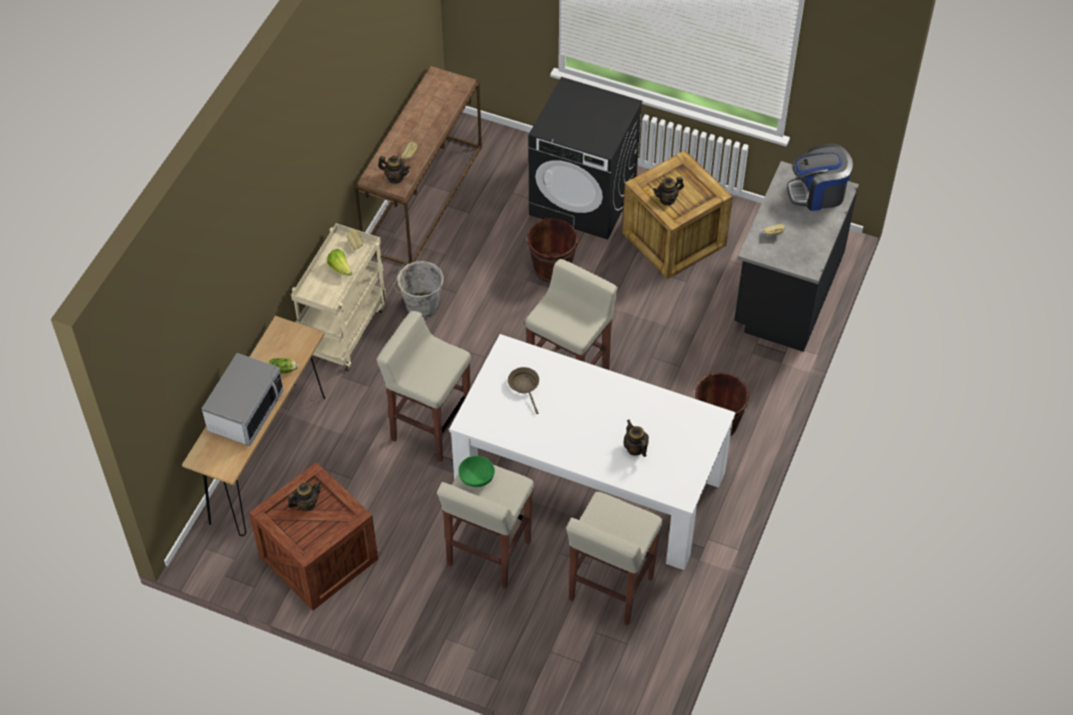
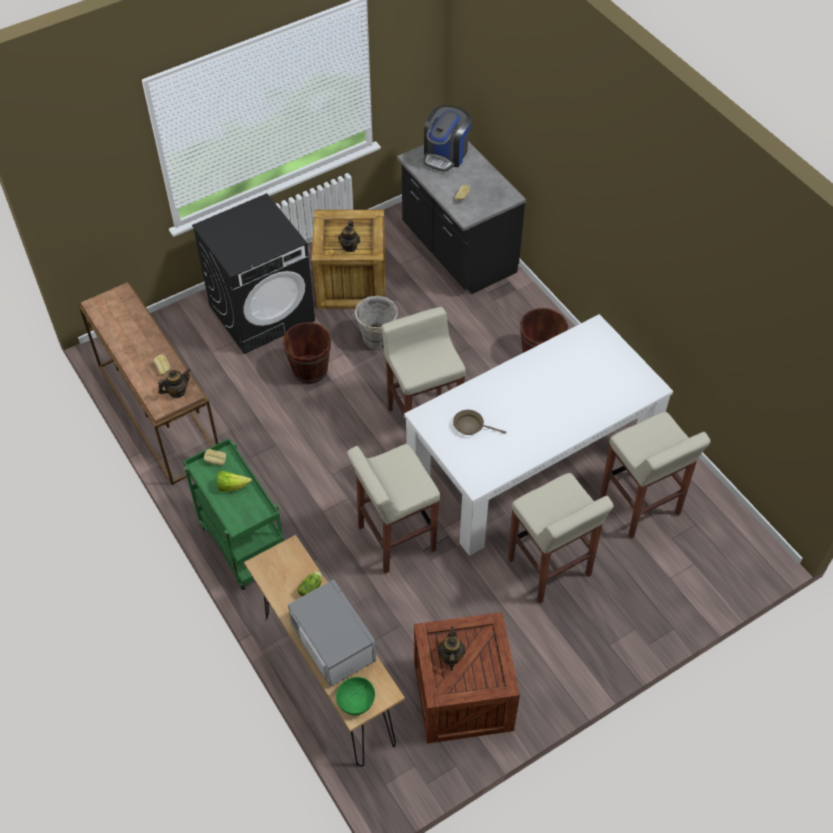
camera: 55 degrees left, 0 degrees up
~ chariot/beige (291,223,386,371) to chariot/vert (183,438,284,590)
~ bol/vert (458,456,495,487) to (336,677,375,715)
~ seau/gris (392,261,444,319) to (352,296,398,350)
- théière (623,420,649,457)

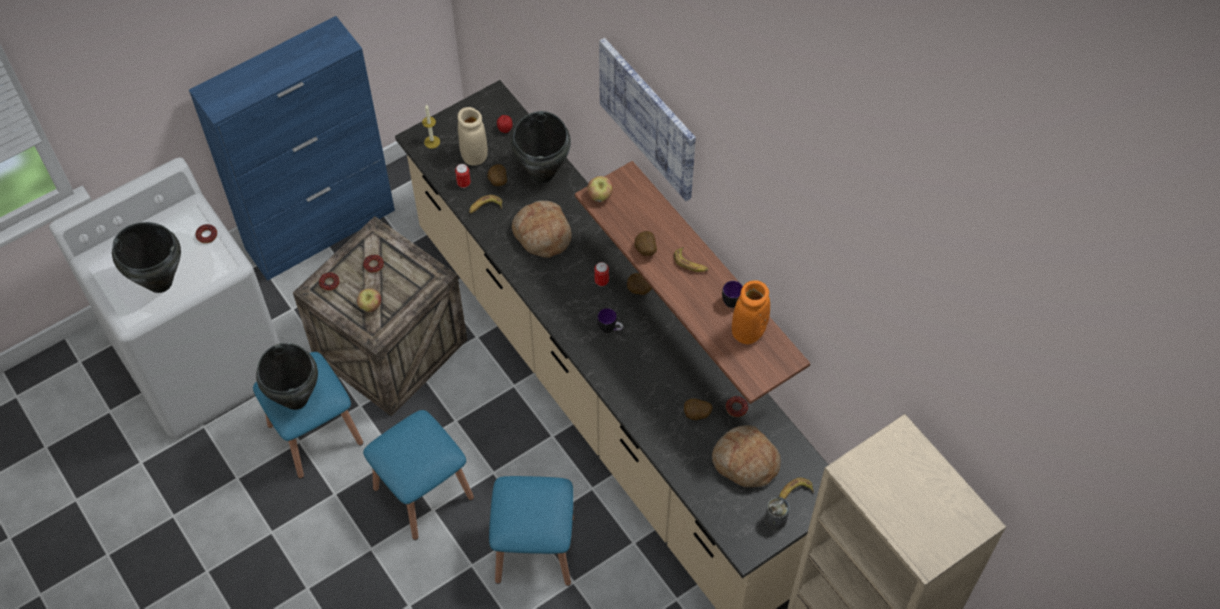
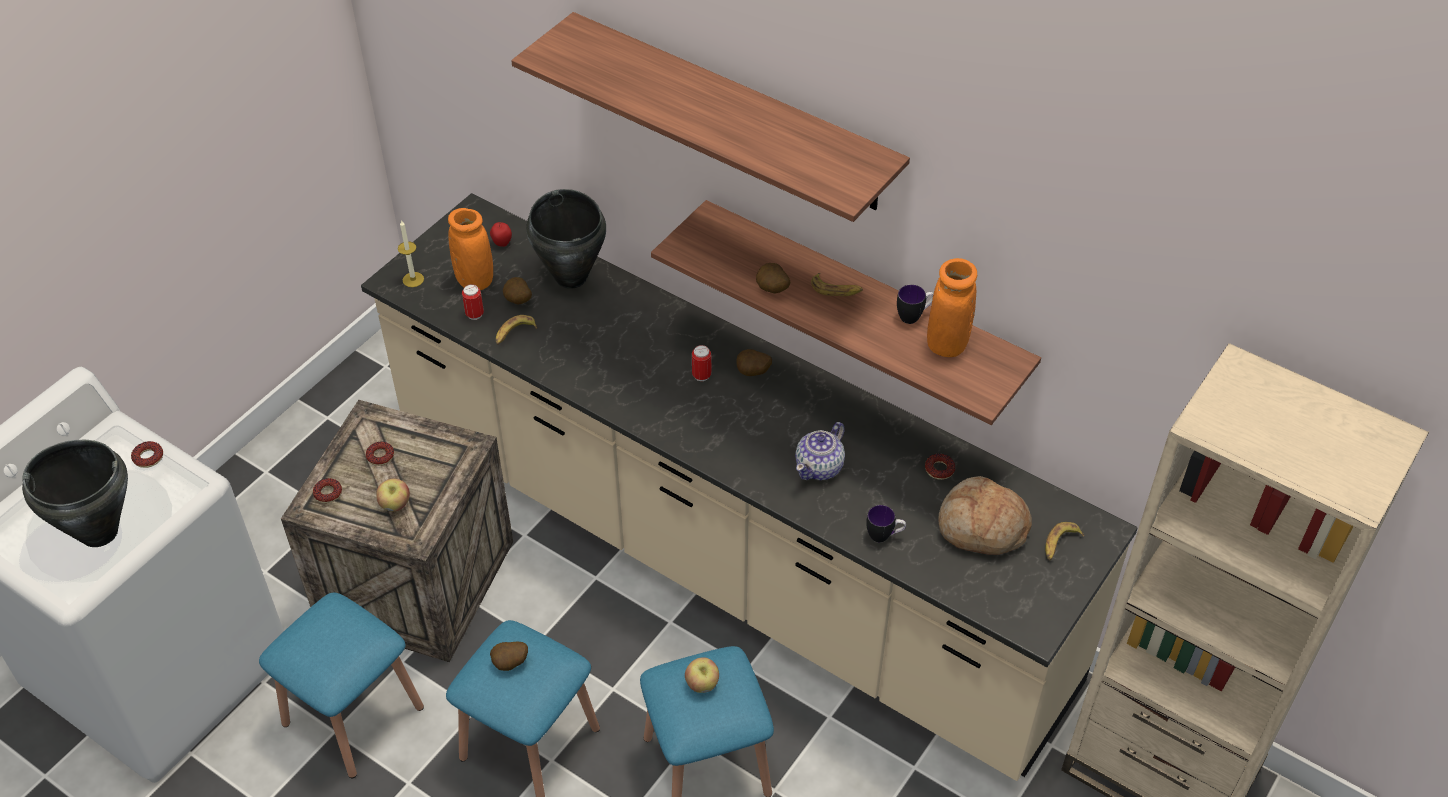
camera: 20 degrees left, 10 degrees down
~ vase/beige (457,107,488,166) to vase/orange (448,208,493,290)
~ pomme de terre (684,398,713,420) to (490,642,528,671)
~ tableau (599,38,696,201) to étagère (511,12,910,222)
~ pomme (588,176,613,202) to (685,657,719,693)
+ théière (795,422,845,480)
~ mug (597,308,623,333) to (866,505,906,543)
- meuble de rangement/bleu (189,16,395,281)
- marmite/noir (256,343,318,410)
- pain (512,200,572,258)
- boîte métallique (765,497,790,530)

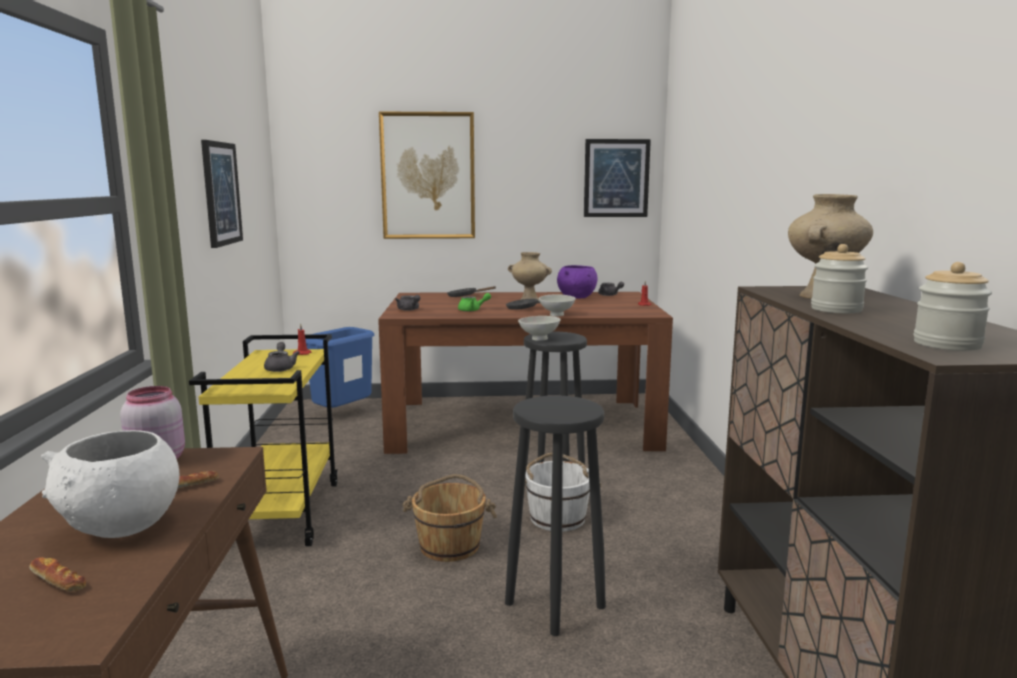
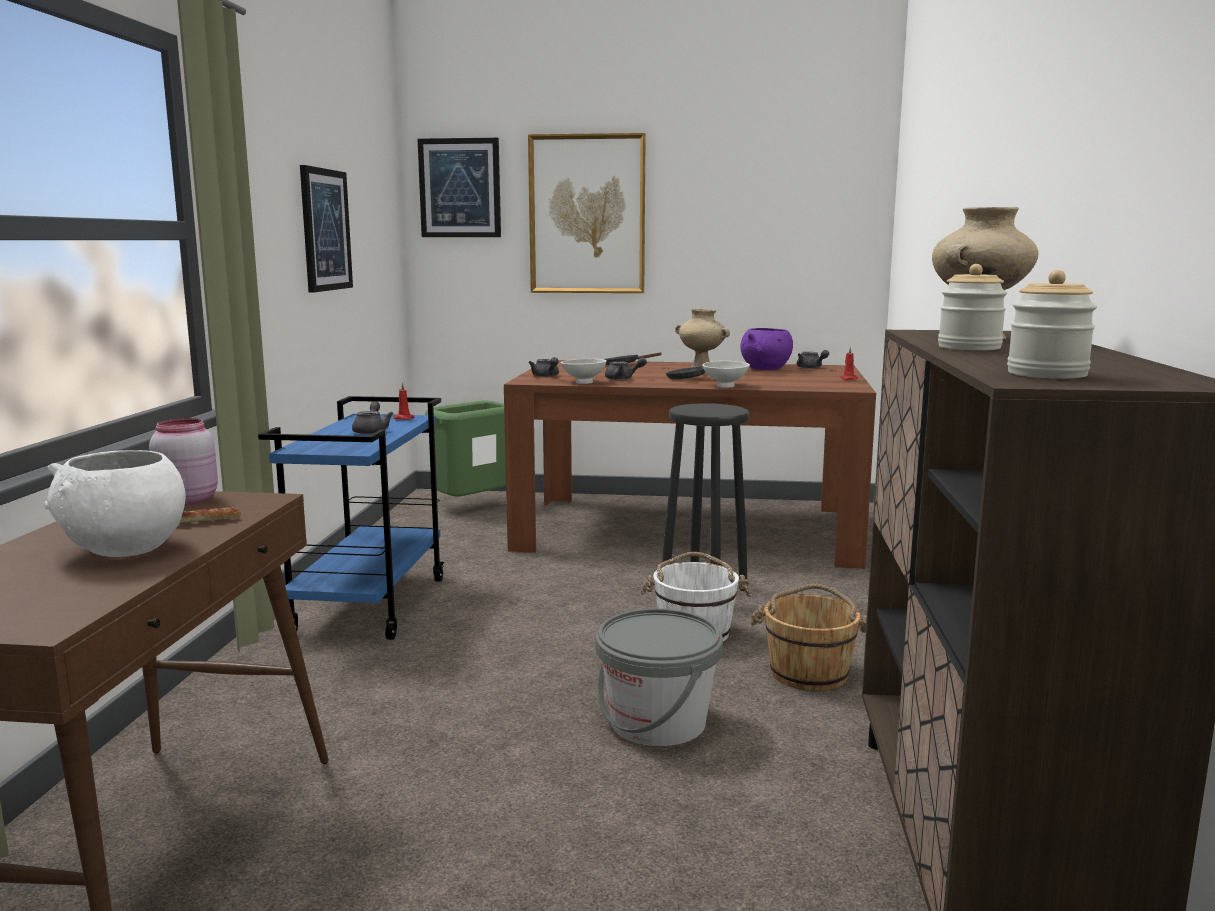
camera: 10 degrees right, 0 degrees up
~ chariot/jaune (189,334,338,546) to chariot/bleu (258,396,444,640)
~ tableau (584,139,651,217) to (418,138,501,237)
~ poubelle/bleu (306,327,375,408) to poubelle/vert (425,400,506,497)
~ bol/blanc (518,316,561,341) to (561,359,607,384)
~ tabouret/noir (505,395,606,636) to seau/gris (596,609,723,746)
~ théière/vert (458,293,491,312) to théière/gris (605,357,647,380)
~ seau/marron (402,474,497,562) to (750,584,867,691)
- pain (29,557,86,592)

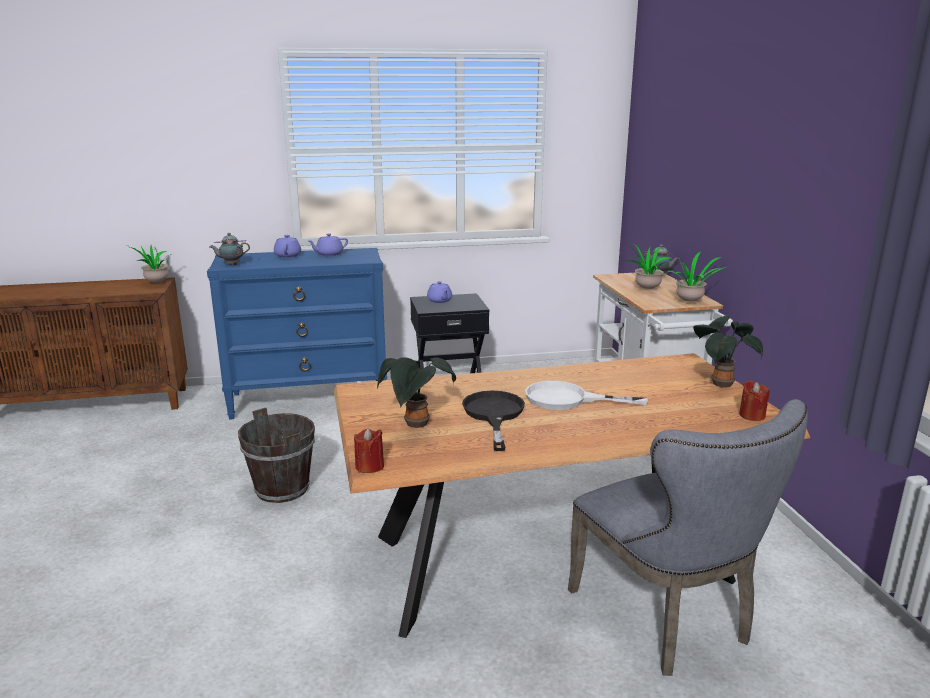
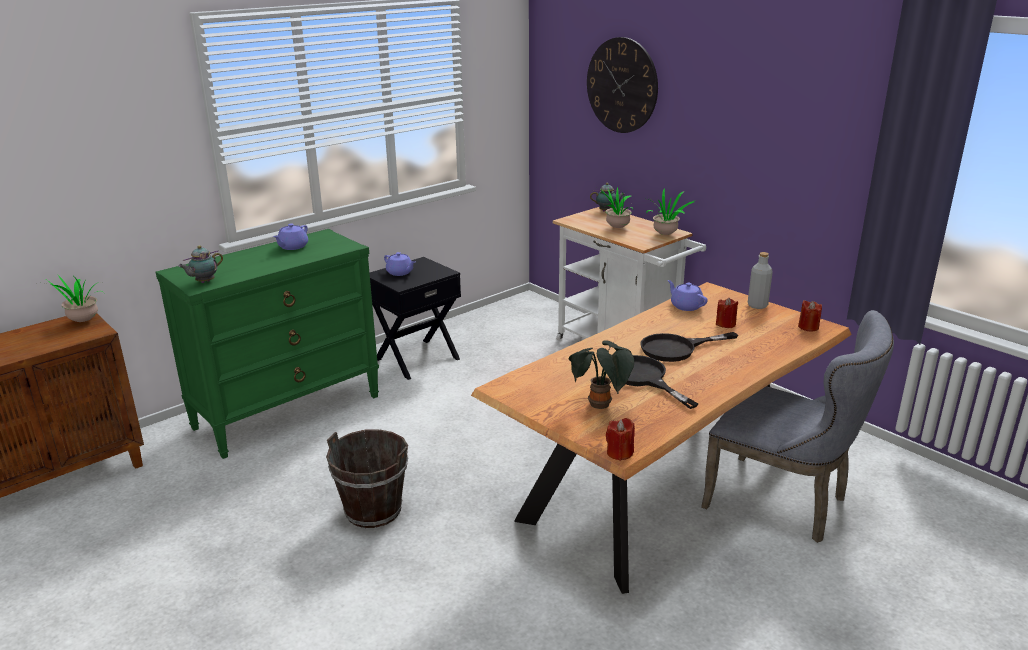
camera: 30 degrees left, 5 degrees up
~ commode/bleu (207,248,387,420) to commode/vert (156,229,379,459)
+ horloge murale (587,37,658,133)
~ poêle/blanc (525,381,648,410) to poêle/noir (641,332,738,362)
~ théière/violet (274,235,301,258) to (668,280,708,311)
+ bougie/rouge (716,297,738,328)
~ plante en pot (693,316,763,388) to bouteille/gris (748,252,773,309)

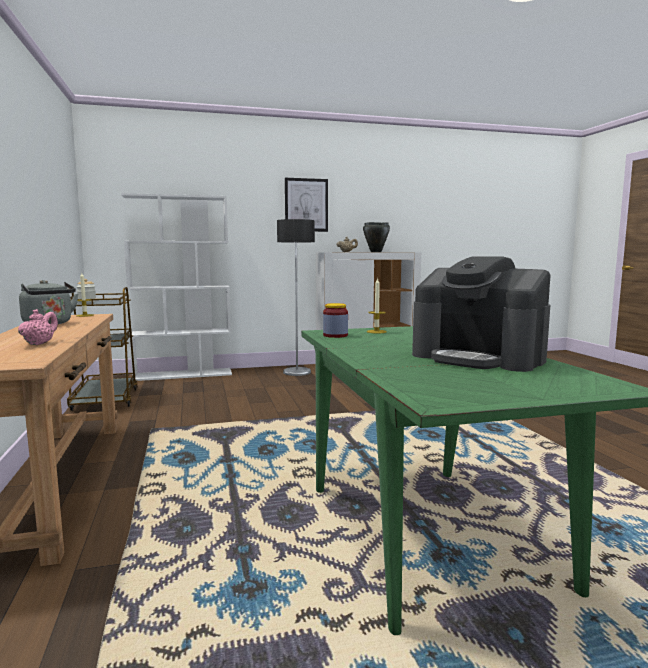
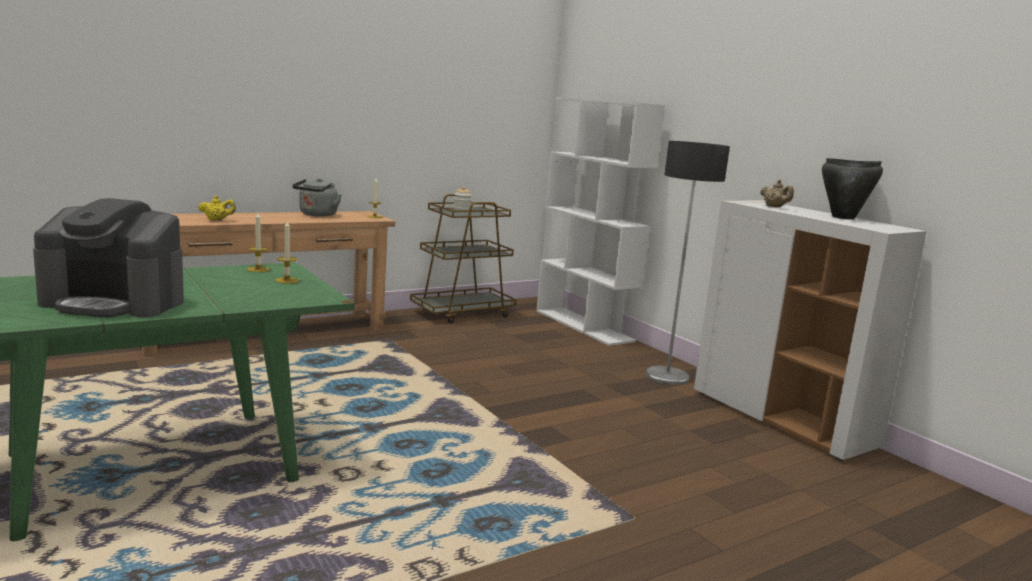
camera: 70 degrees right, 5 degrees up
~ machine à café (412,256,551,372) = (33,198,184,318) 105 degrees counterclockwise
~ théière/rose (18,309,58,345) to théière/jaune (198,196,236,221)
~ bocal (323,303,348,338) to bougie (247,212,270,272)
- tableau (285,178,328,232)

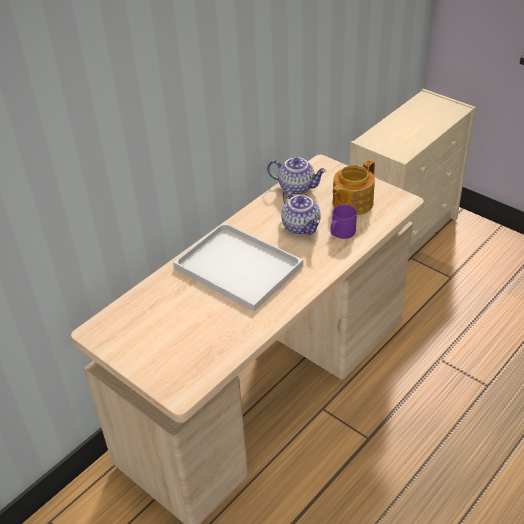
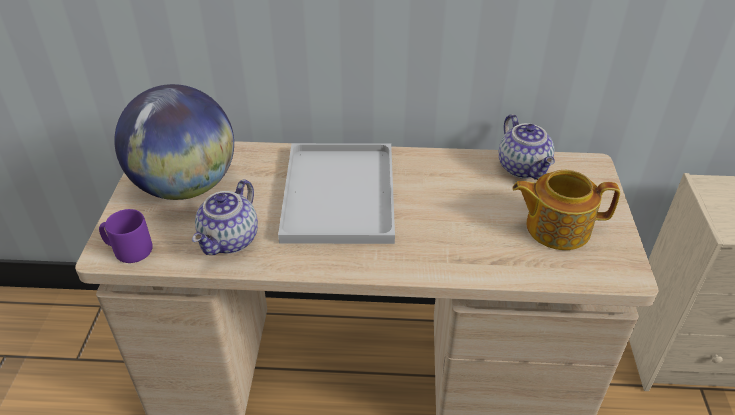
camera: 50 degrees right, 0 degrees up
~ mug/violet (330,204,357,239) to (99,209,153,263)
+ globe (114,84,234,200)
~ théière (281,189,321,235) to (192,179,258,255)

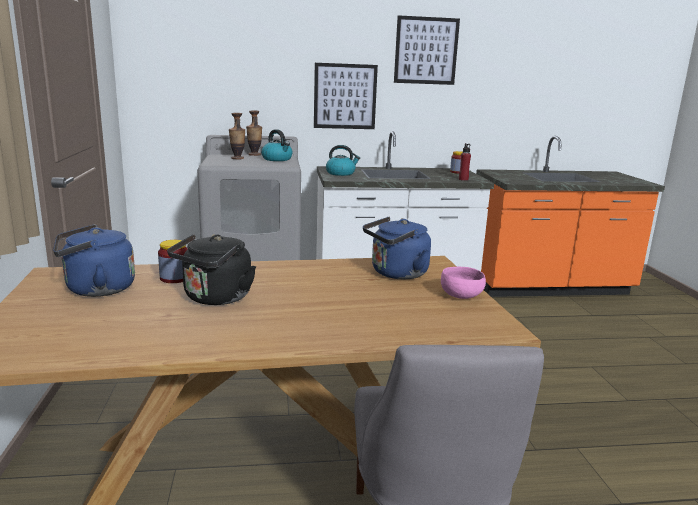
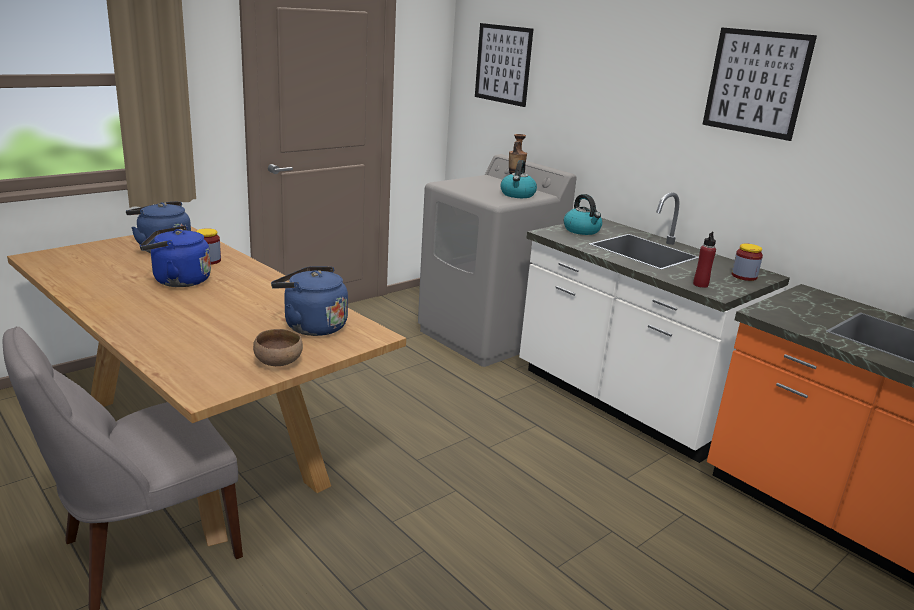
camera: 55 degrees right, 5 degrees up
~ bouilloire/noir (167,234,256,305) to bouilloire/bleu (140,226,211,287)
~ bol/rose (441,267,486,299) to bol/marron (253,329,303,366)
~ tableau (314,63,378,129) to (475,23,533,107)
- vase (229,113,245,159)

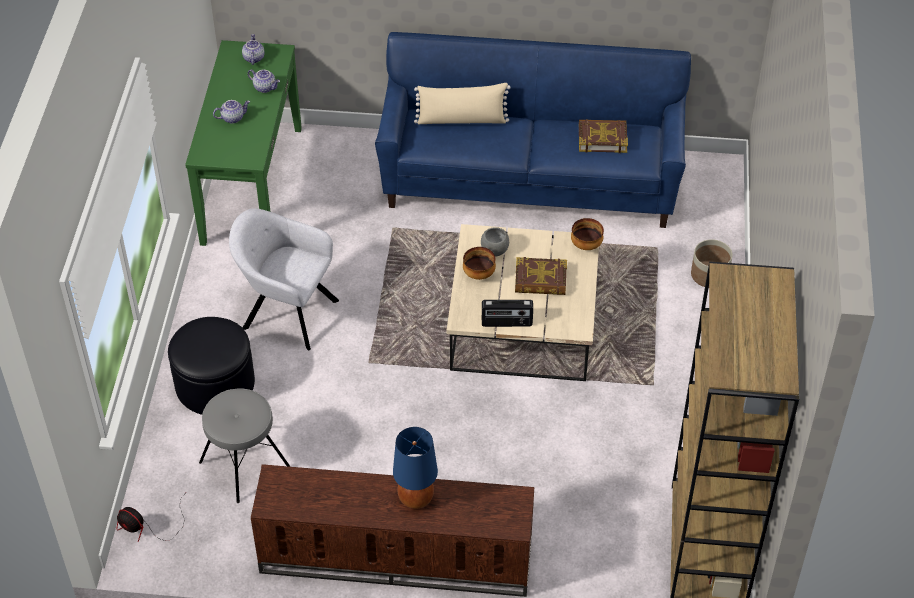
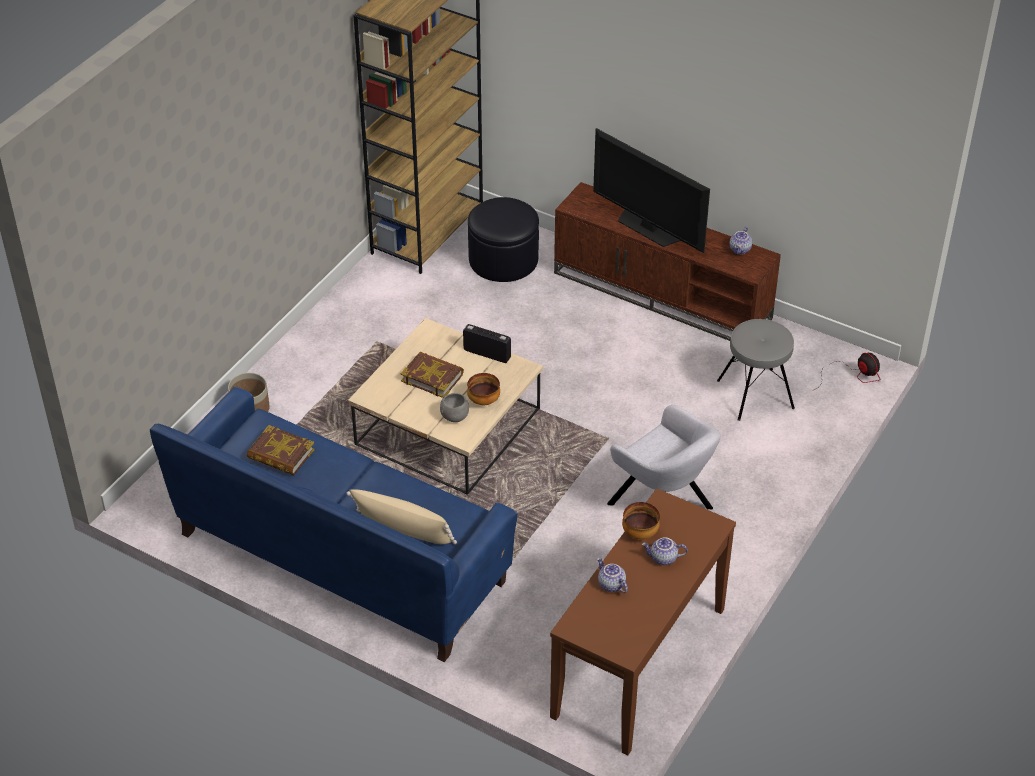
camera: 155 degrees left, 5 degrees down
~ pouf/noir (168,317,255,415) to (468,197,539,282)
~ table console/vert (185,40,302,246) to table console/marron (550,488,736,755)
~ lampe de table/bleu (393,427,438,509) to téléviseur (593,128,710,253)
~ bol (571,218,604,250) to (622,502,660,539)
~ théière (242,34,265,65) to (730,227,752,254)

